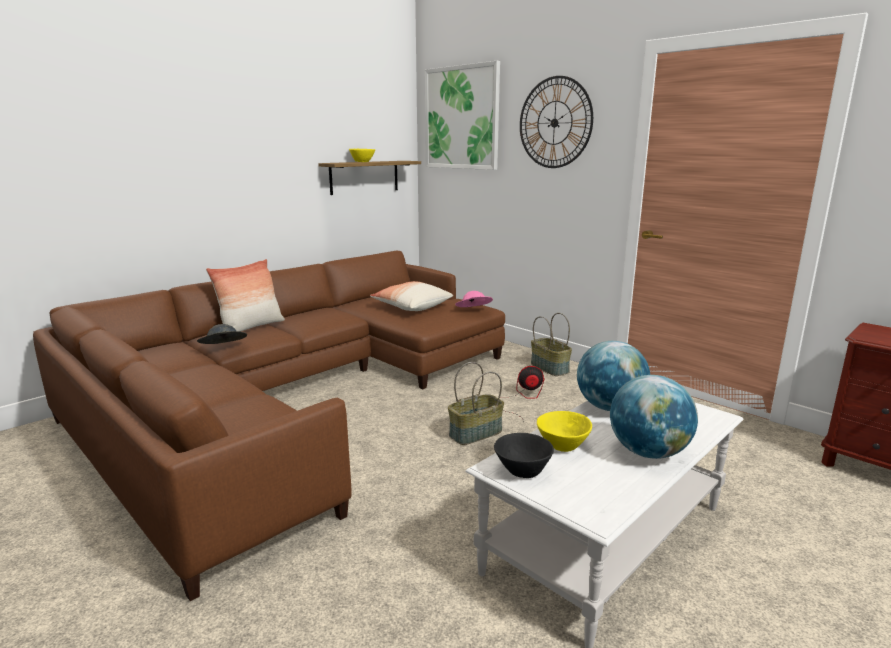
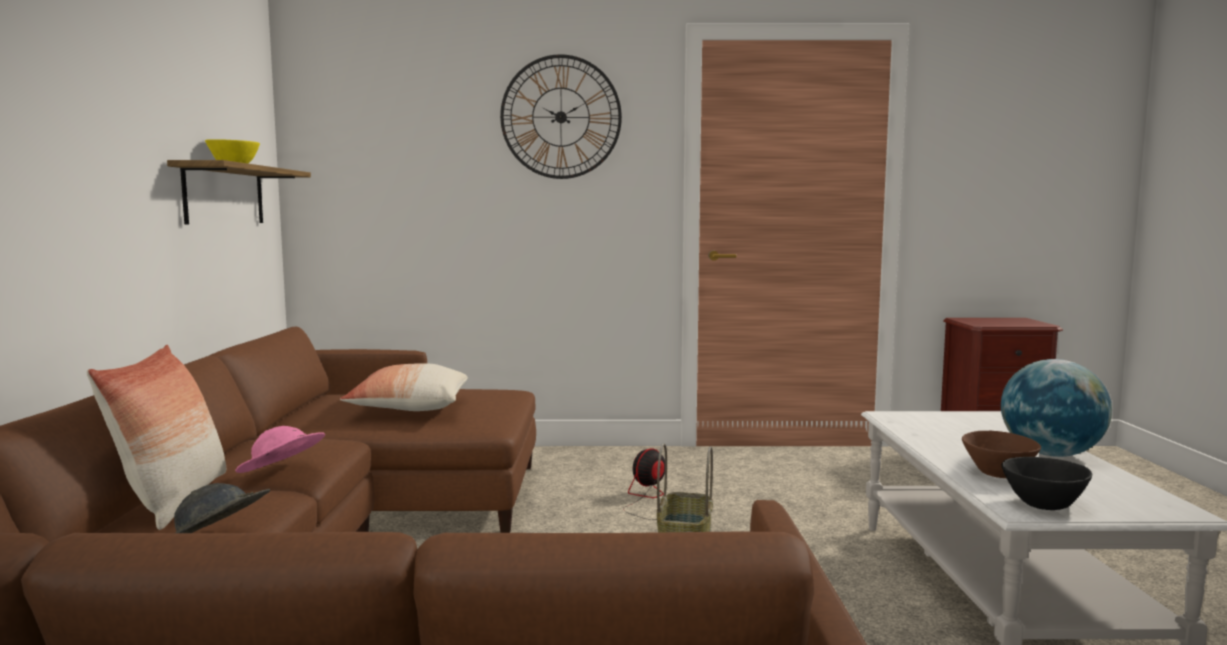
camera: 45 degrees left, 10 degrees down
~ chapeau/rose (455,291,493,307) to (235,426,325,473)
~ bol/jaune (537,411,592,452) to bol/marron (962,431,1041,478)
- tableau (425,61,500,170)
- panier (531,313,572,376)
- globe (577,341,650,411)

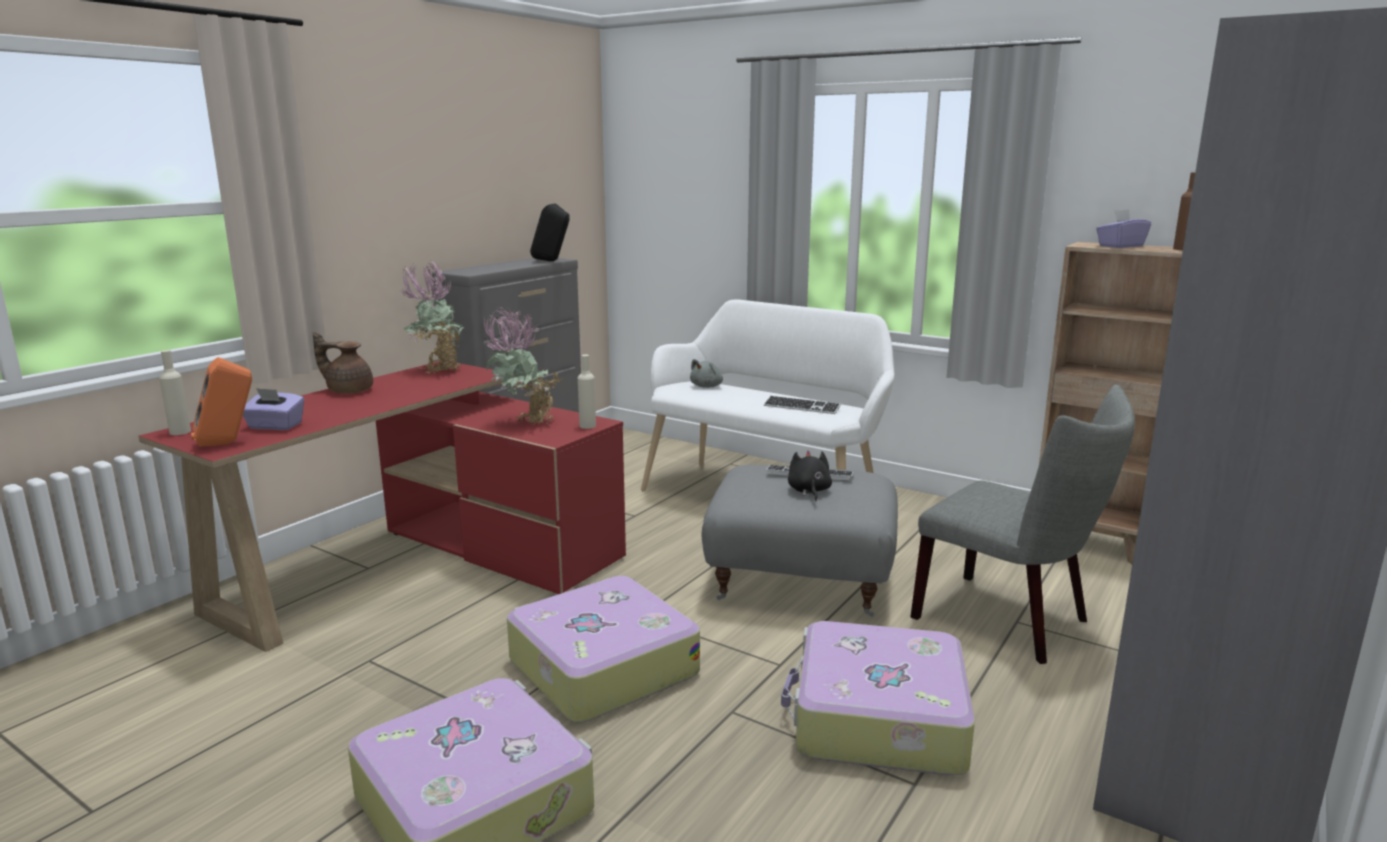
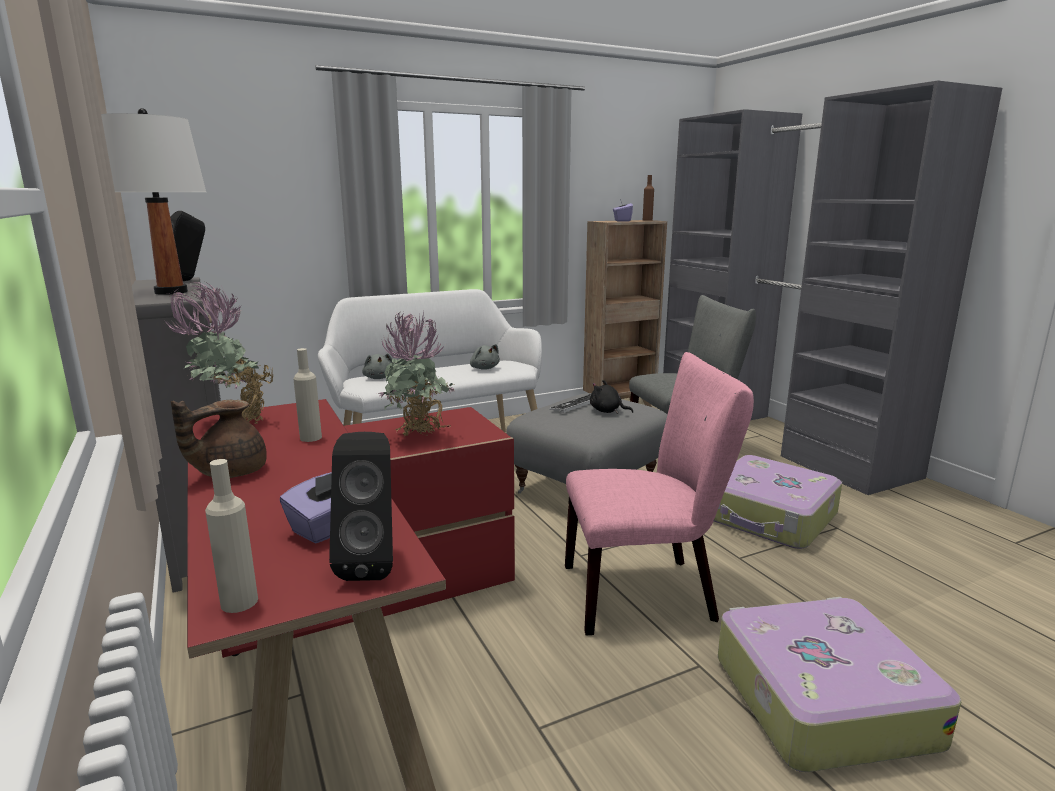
camera: 60 degrees left, 0 degrees up
+ lampe de table/blanc (101,108,206,295)
~ bouteille/beige (578,355,596,429) to (293,348,322,442)
~ enceinte/orange (191,357,252,447) to enceinte/noir (329,432,393,581)
~ clavier (764,396,841,414) to peluche/gris (470,344,500,370)
~ valise (507,576,700,722) to chaise/rose (565,352,754,636)

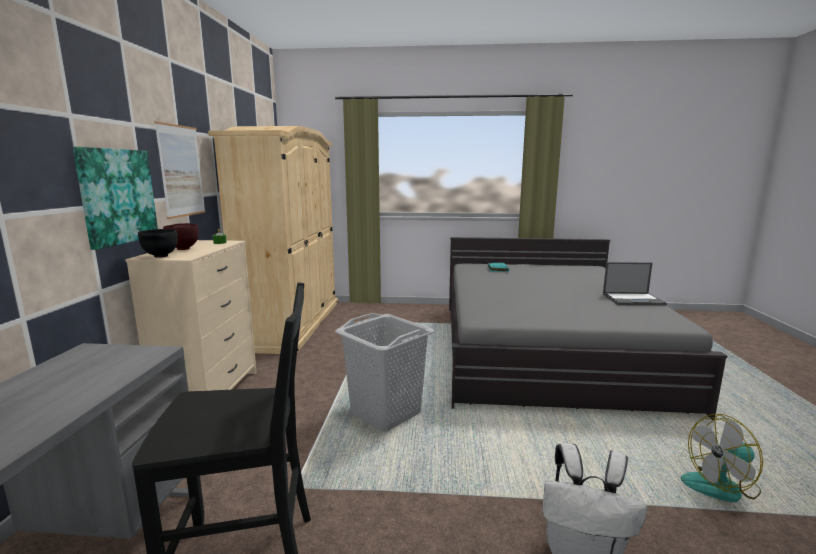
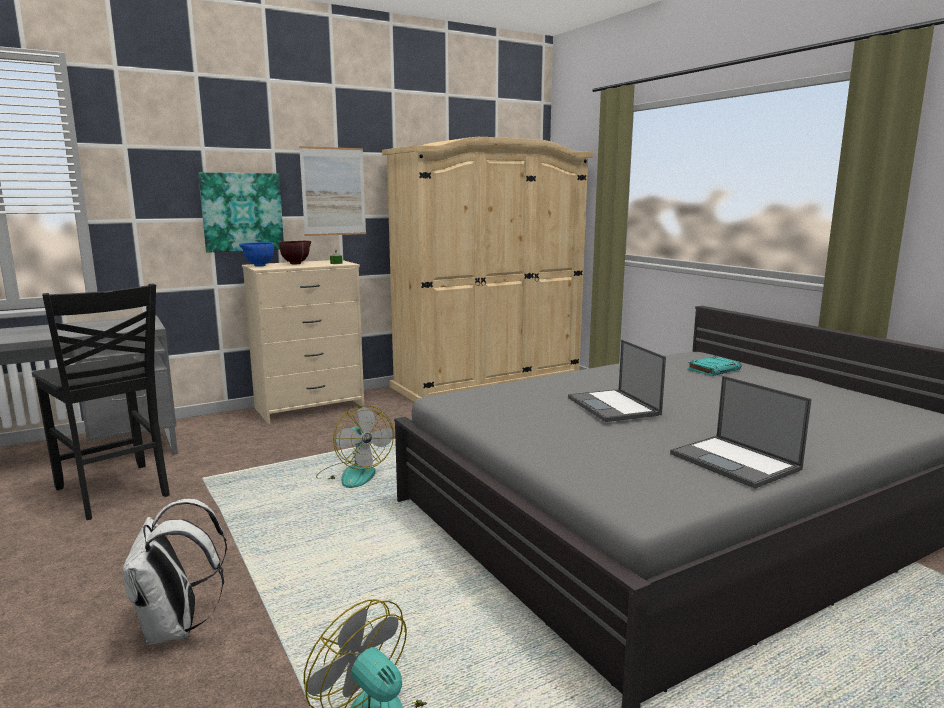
camera: 55 degrees right, 0 degrees up
~ bol/noir (138,229,178,258) to bol/bleu (239,242,274,267)
~ panier à linge/gris (335,313,435,432) to ventilateur (316,405,394,488)
+ ordinateur portable (568,340,666,422)

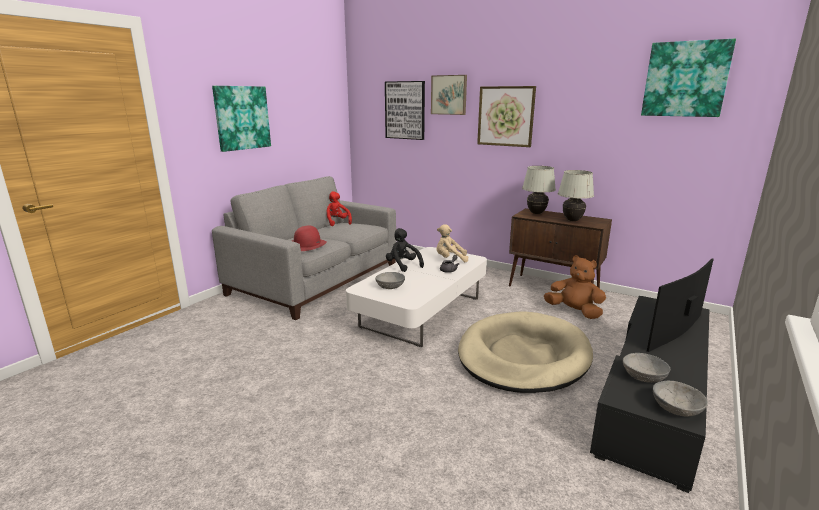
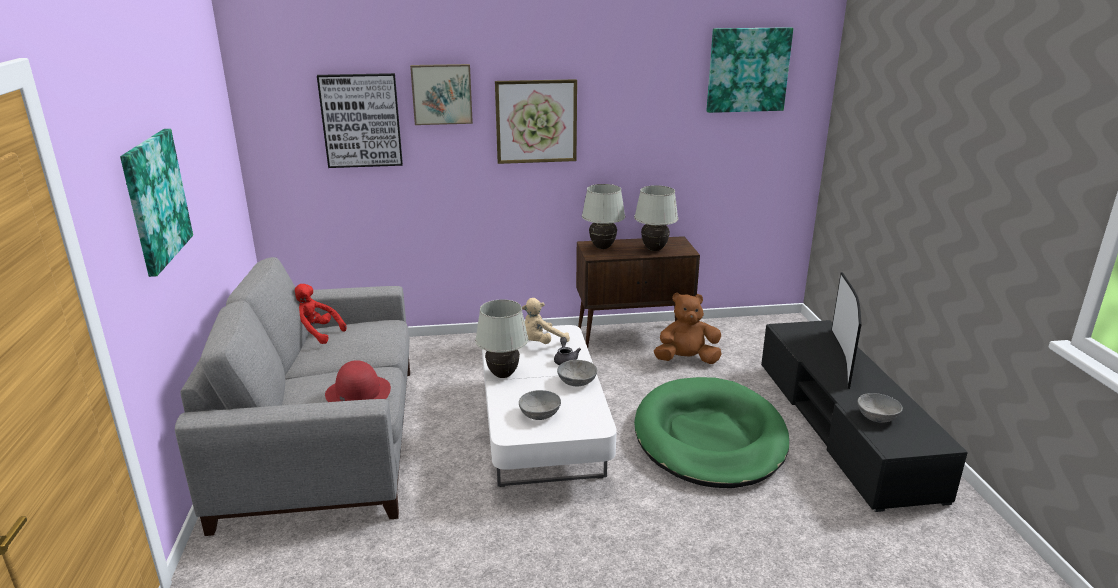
camera: 40 degrees left, 5 degrees up
~ peluche/noir (386,228,424,272) to lampe de table/blanc (475,300,528,378)
~ bol/gris (653,381,708,416) to (557,360,597,386)
~ panier pour chien/beige (458,312,593,393) to panier pour chien/vert (634,377,789,488)

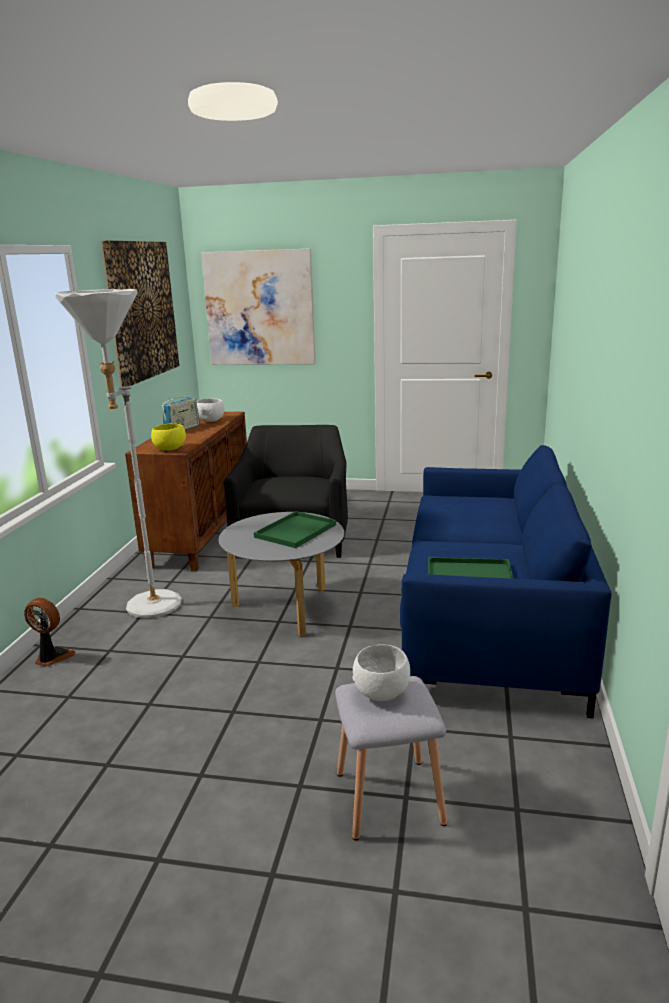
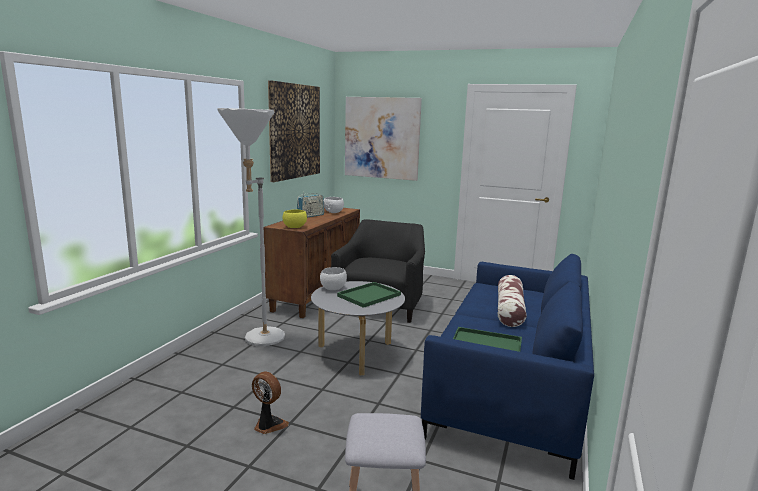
camera: 10 degrees right, 5 degrees down
~ ventilateur (24,598,76,666) to (252,371,289,434)
~ bol/blanc (353,644,410,701) to (320,267,347,290)
+ coussin (498,275,527,327)

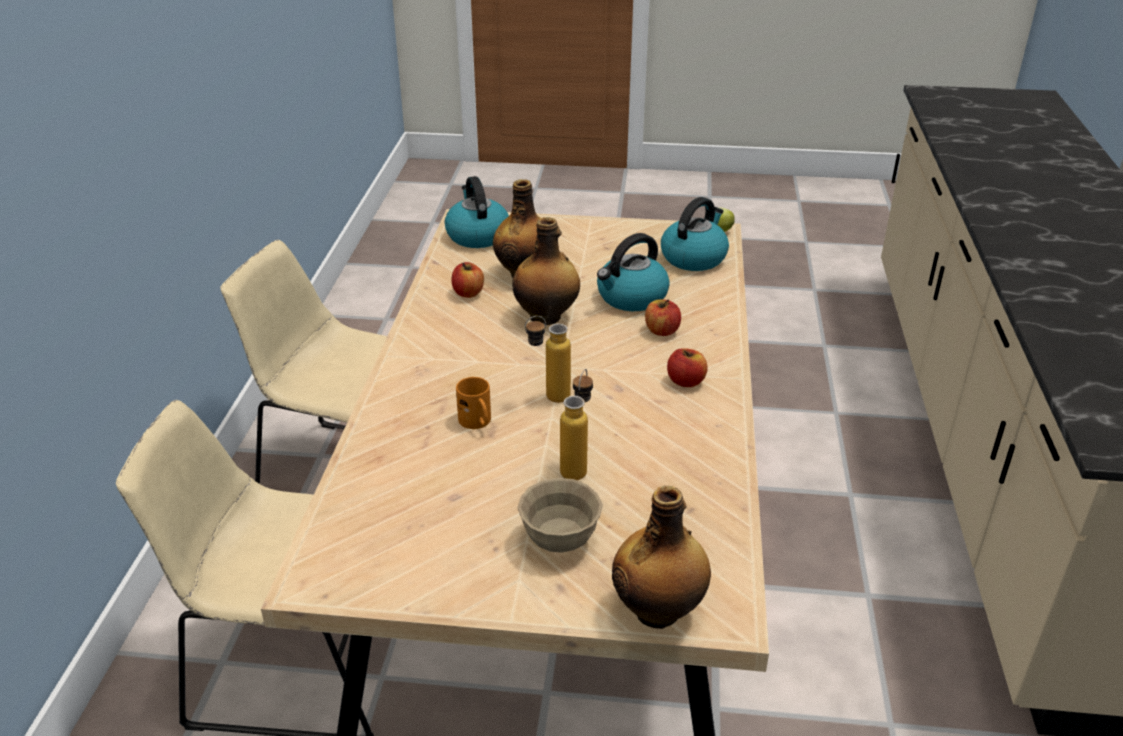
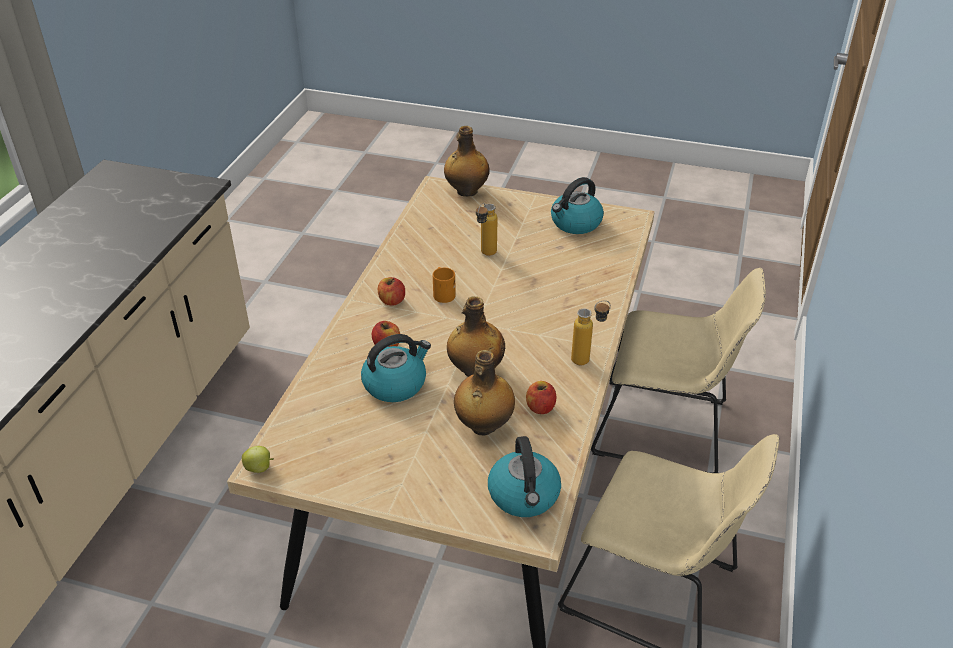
camera: 170 degrees left, 5 degrees up
~ mug/orange (456,377,491,429) to (433,267,456,303)
~ bouilloire (661,197,729,271) to (551,177,604,234)
~ bouteille (525,316,571,403) to (571,300,611,365)
- bol/beige (517,478,603,553)

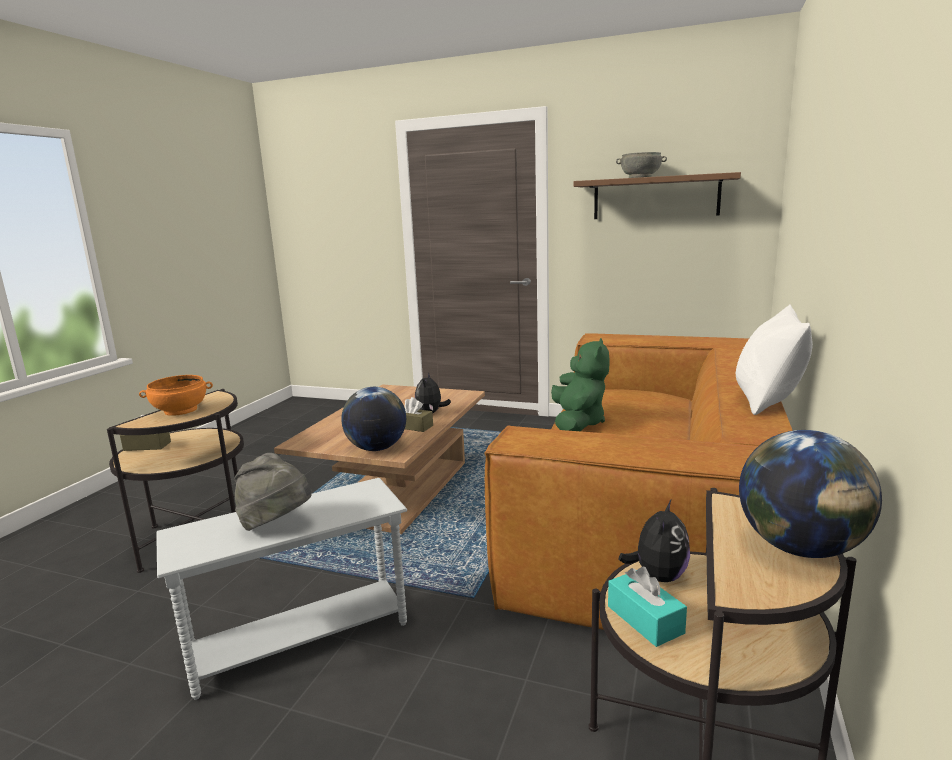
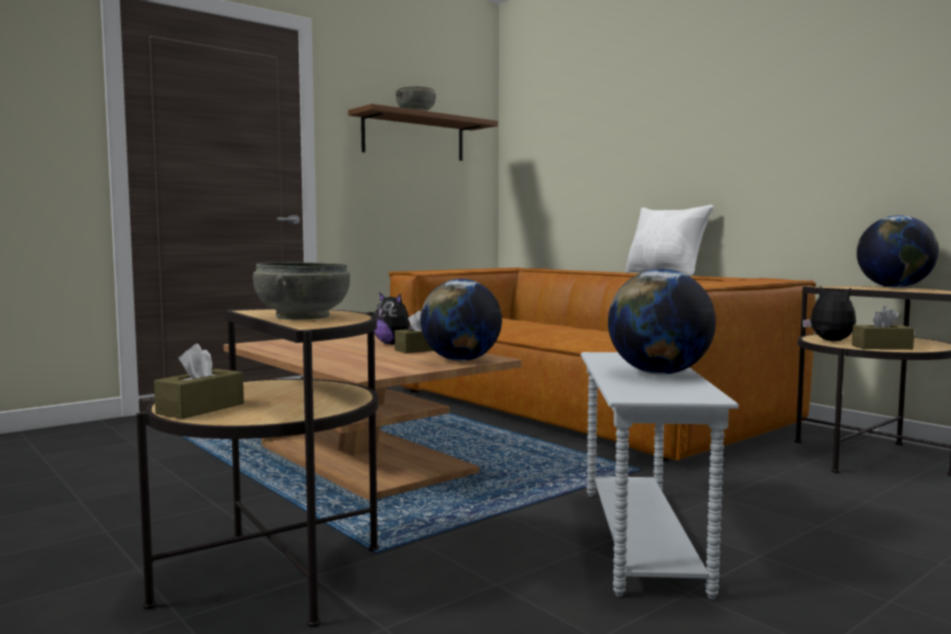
camera: 60 degrees left, 10 degrees down
~ bol/orange (139,375,213,416) to bol/gris (253,262,350,320)
~ chapeau/gris (235,453,312,531) to globe (608,269,716,375)
~ boîte à mouchoirs/turquoise (608,566,687,647) to boîte à mouchoirs/marron (852,306,914,350)
- peluche/vert (551,338,610,431)

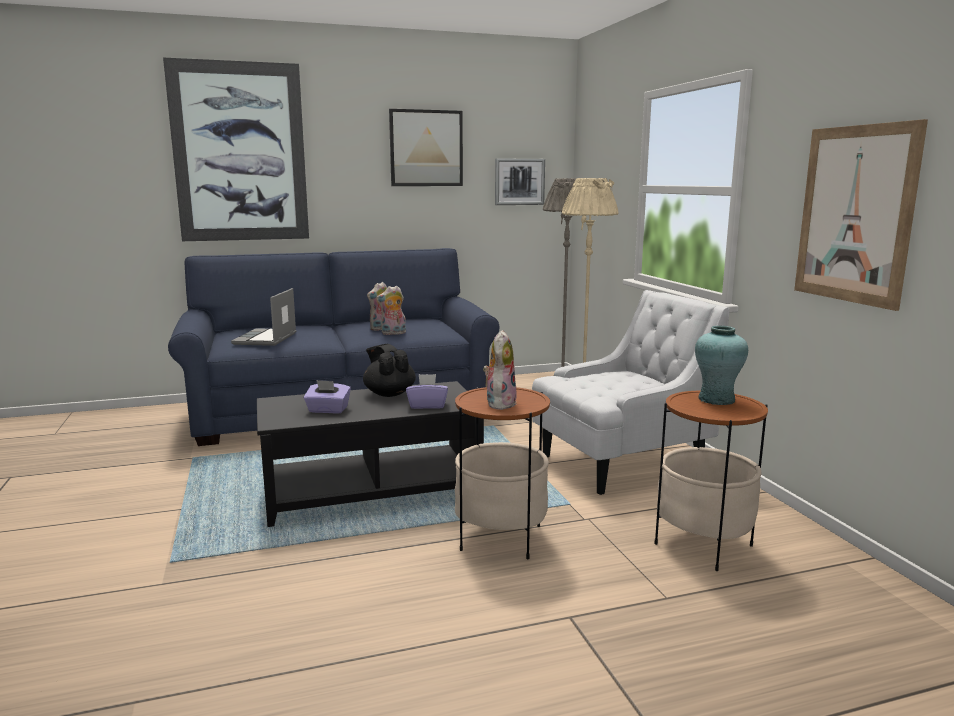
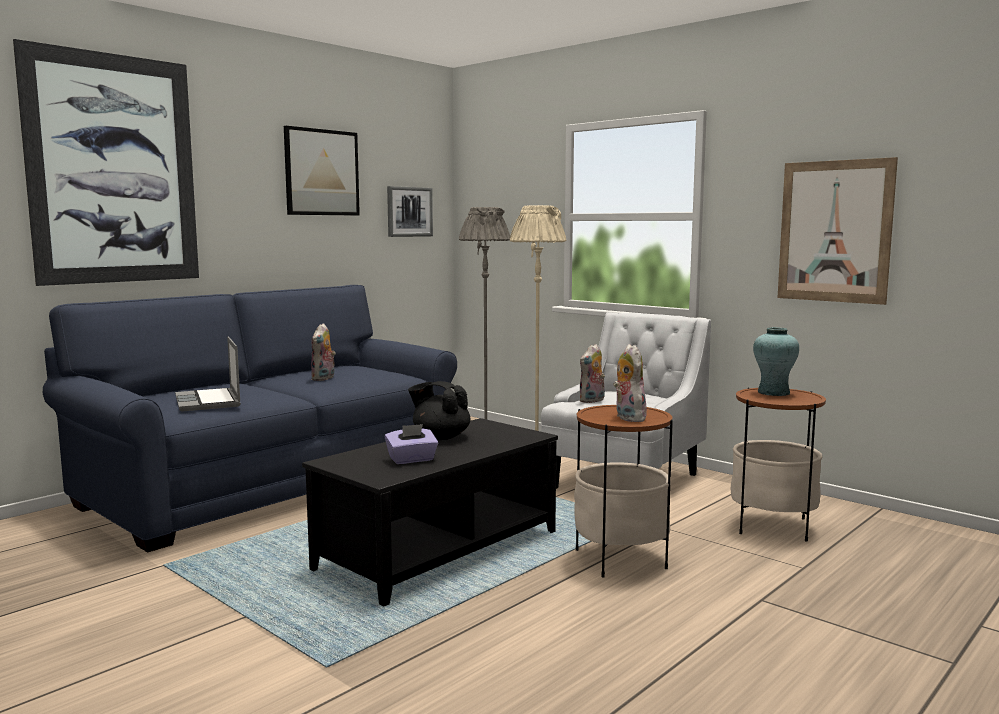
camera: 30 degrees left, 5 degrees down
~ peluche (376,285,406,335) to (579,344,605,403)
- boîte à mouchoirs/violet (406,374,448,409)

